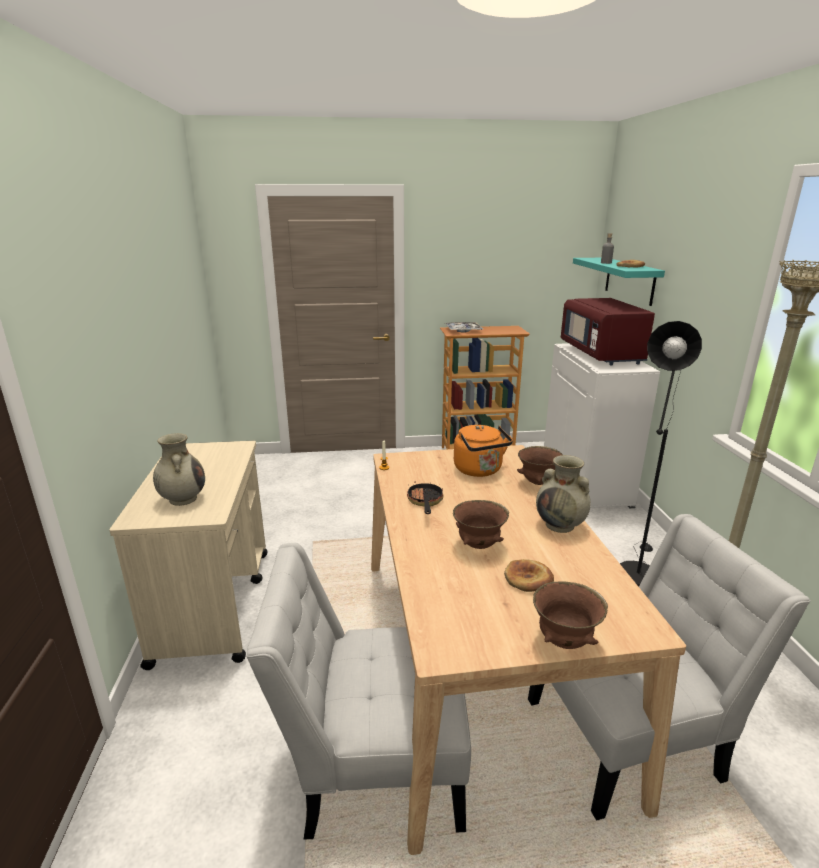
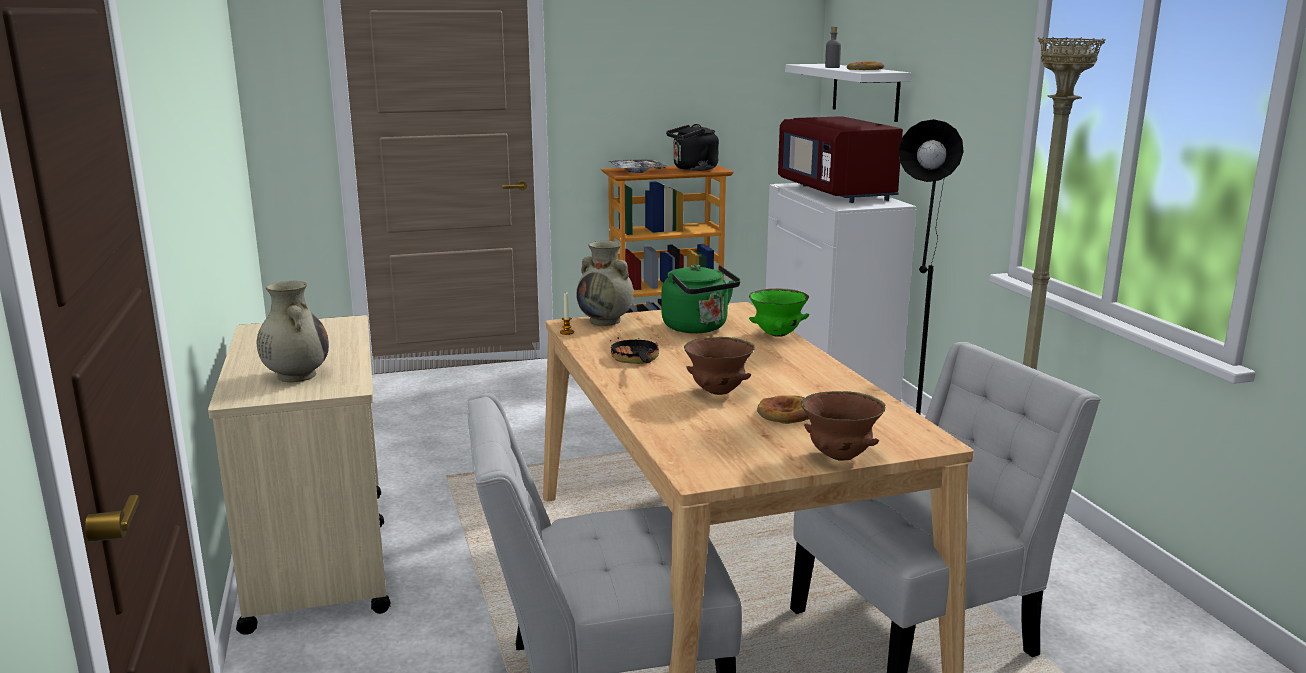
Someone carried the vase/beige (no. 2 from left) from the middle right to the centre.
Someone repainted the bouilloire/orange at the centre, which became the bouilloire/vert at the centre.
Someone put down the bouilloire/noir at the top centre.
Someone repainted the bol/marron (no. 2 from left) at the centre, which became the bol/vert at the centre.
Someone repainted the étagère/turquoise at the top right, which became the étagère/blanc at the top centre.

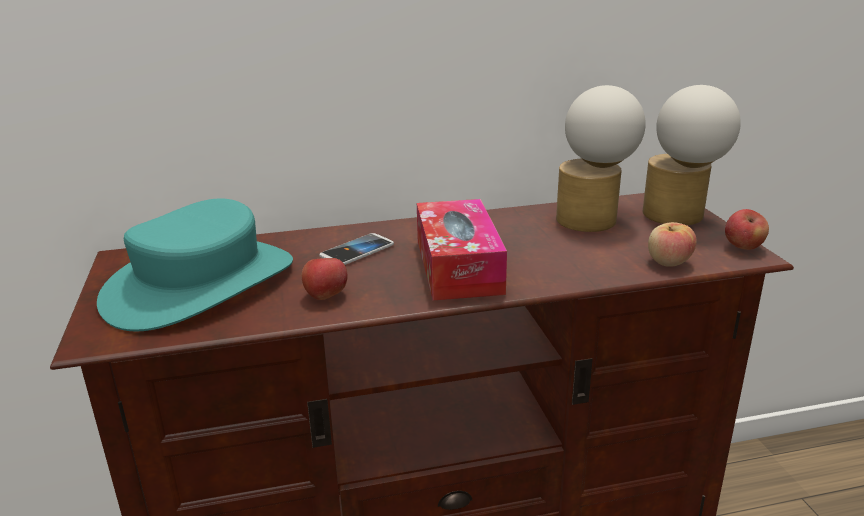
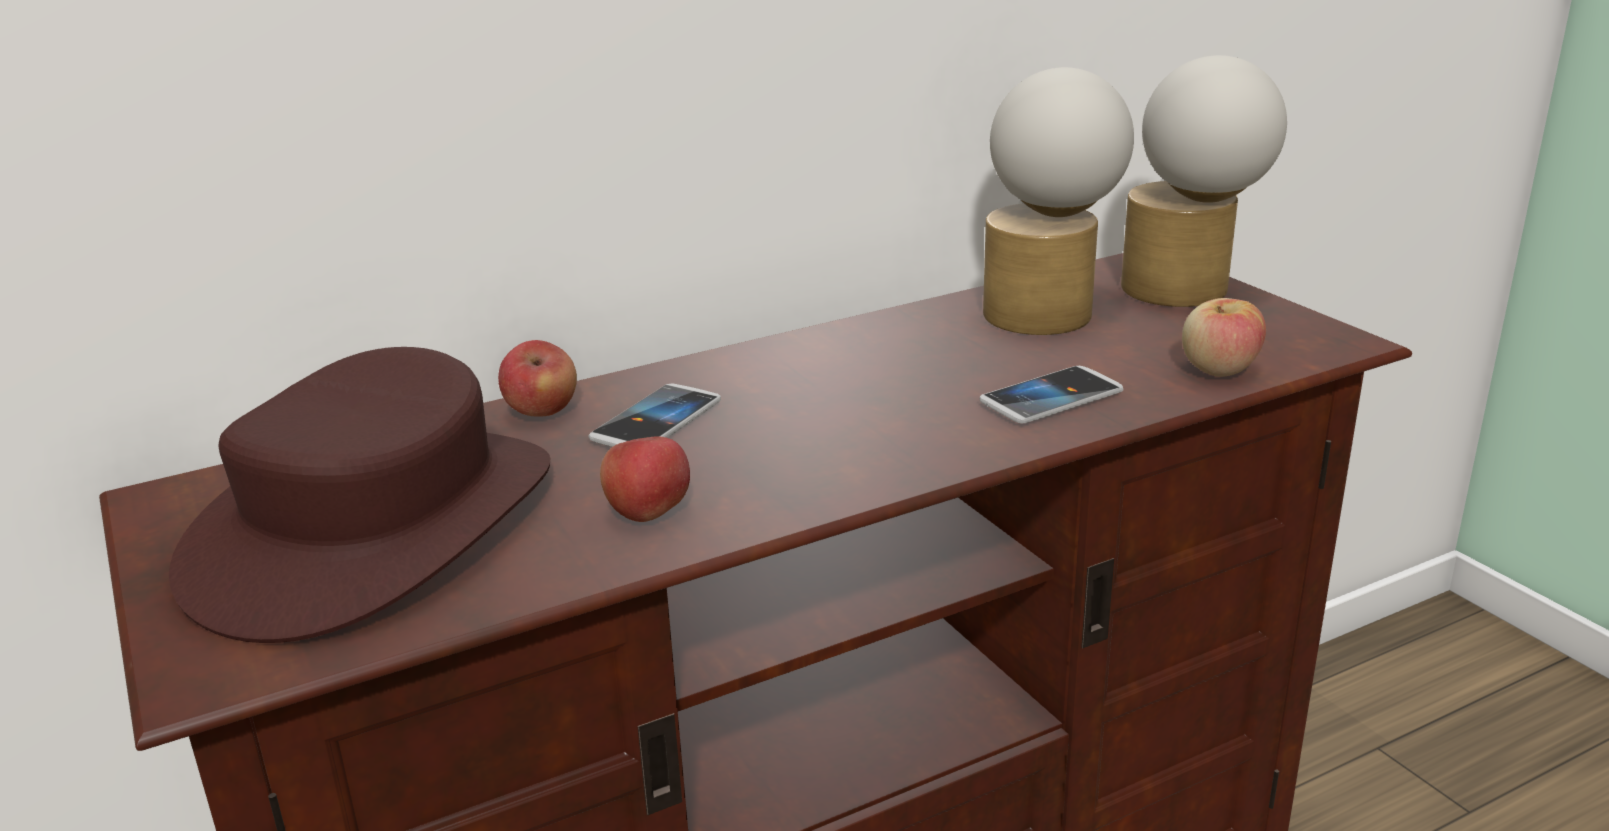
Someone repainted the chapeau/turquoise at the middle left, which became the chapeau/marron at the middle left.
Someone carried the pomme (no. 3 from left in the first image) from the middle right to the centre.
Someone put down the téléphone (no. 2 from left) at the centre.
Someone took away the boîte à mouchoirs at the centre.

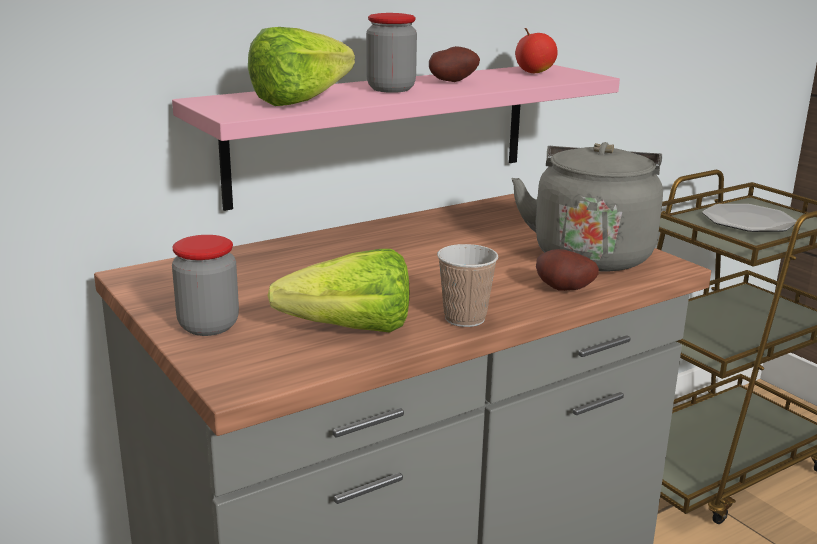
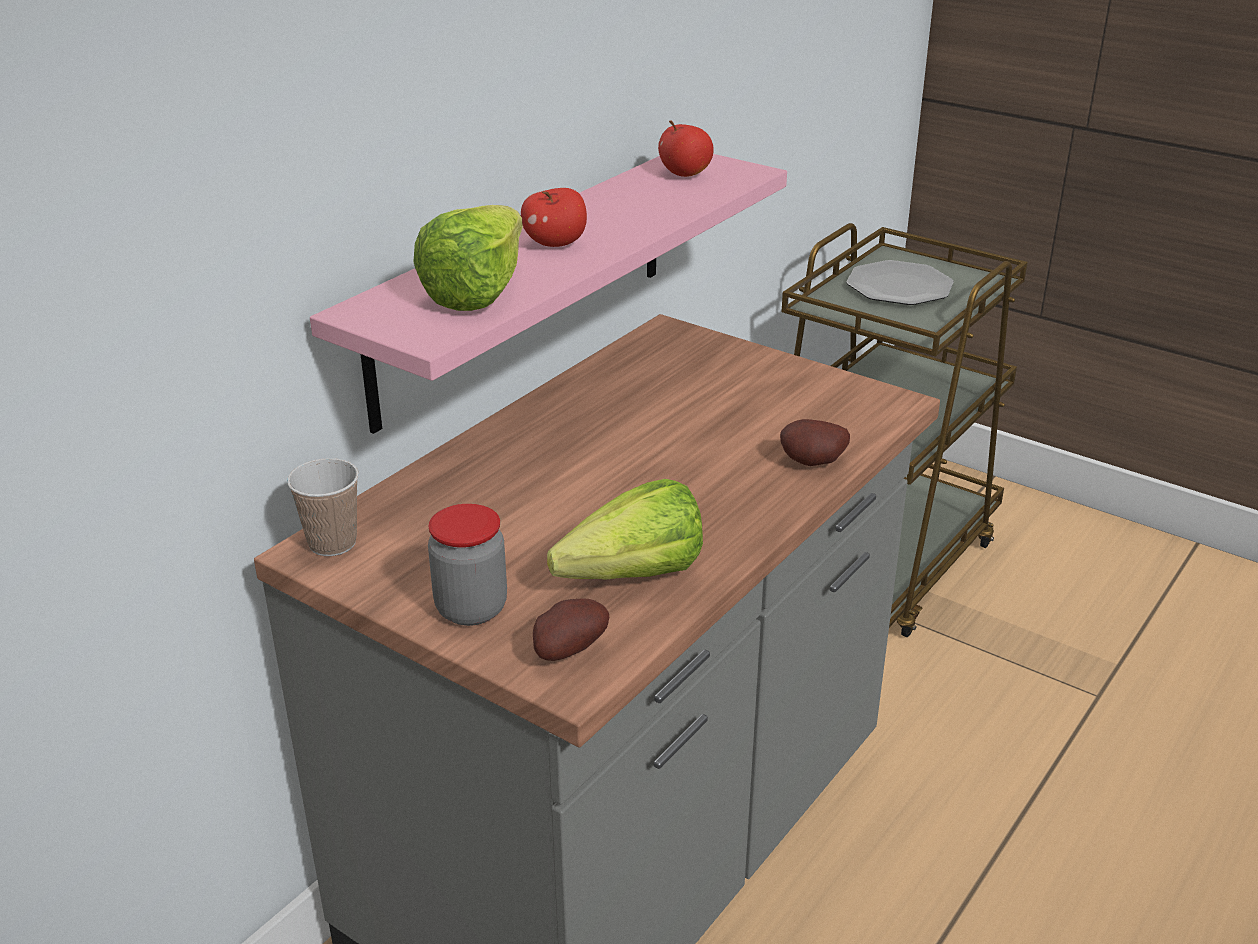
Someone carried the tasse from the centre to the middle left.
Someone swapped the bocal (no. 2 from left) at the top centre for the pomme (no. 1 from left) at the top centre.
Someone carried the pomme de terre (no. 1 from left) from the top centre to the centre.
Someone took away the bouilloire/gris at the middle right.

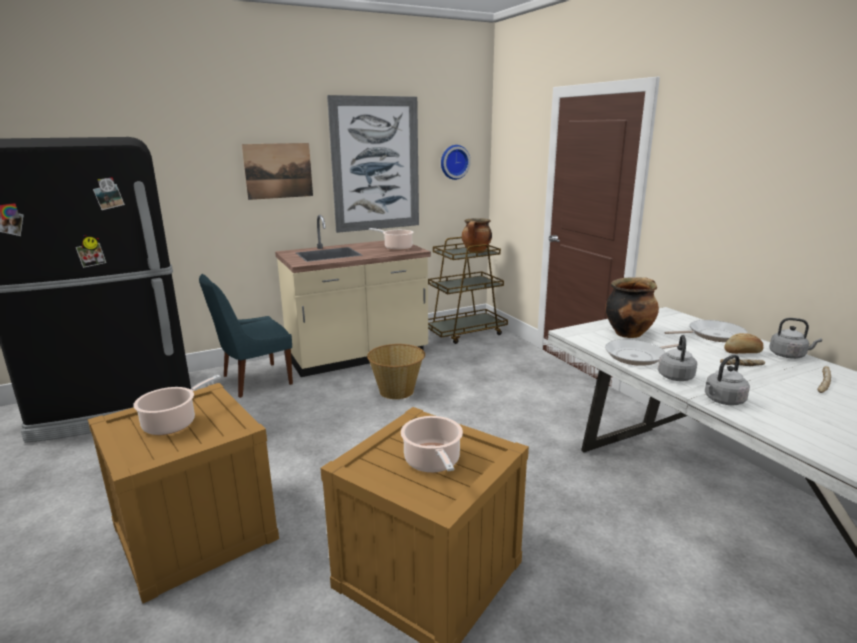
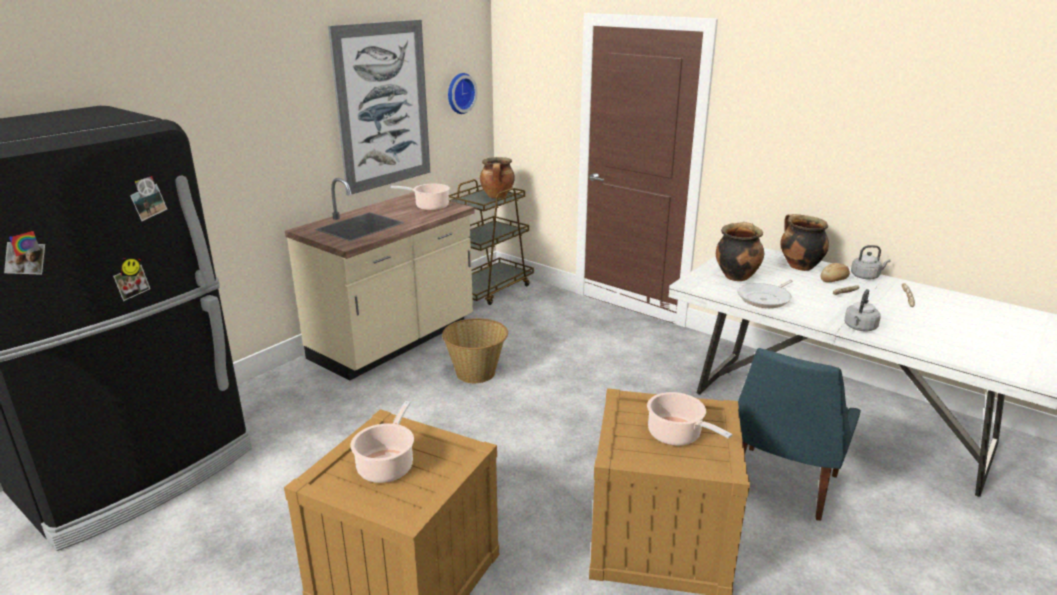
Someone carried the chaise/bleu from the middle left to the bottom right.
Someone swapped the poêle (no. 2 from left) at the middle right for the marmite (no. 6 from left) at the middle right.
Someone took away the tableau (no. 1 from left) at the top left.
Someone took away the bouilloire/gris (no. 1 from left) at the middle right.

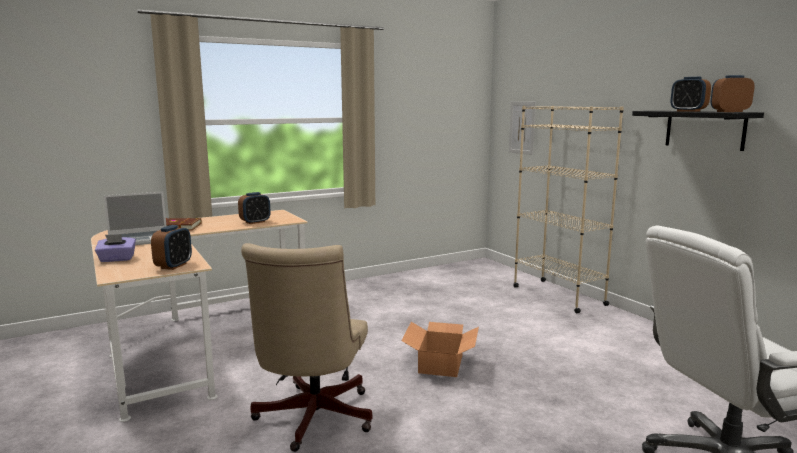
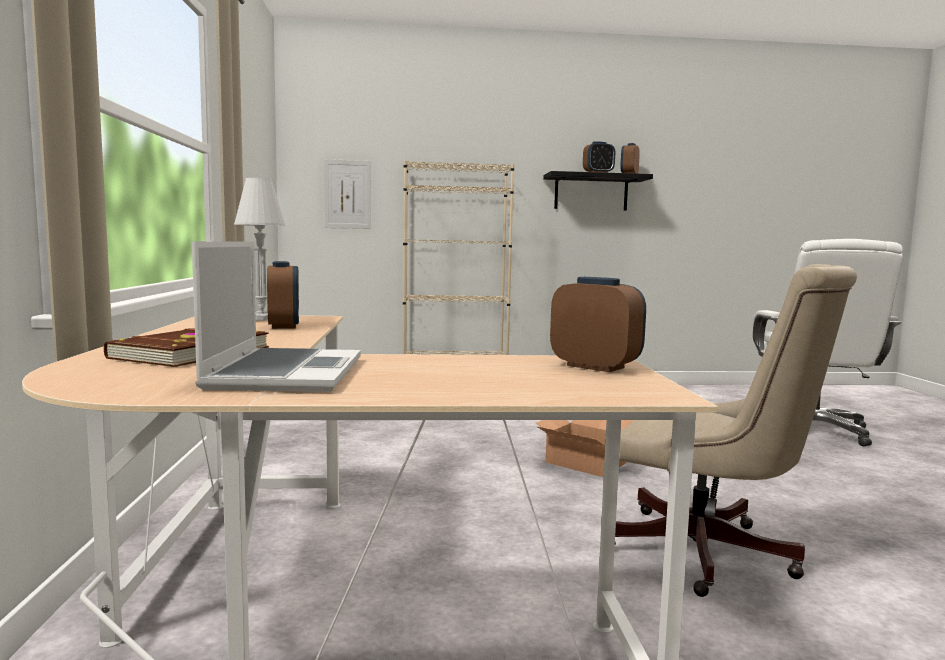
Someone put down the lampe de table/blanc at the middle left.
Someone took away the boîte à mouchoirs/violet at the middle left.

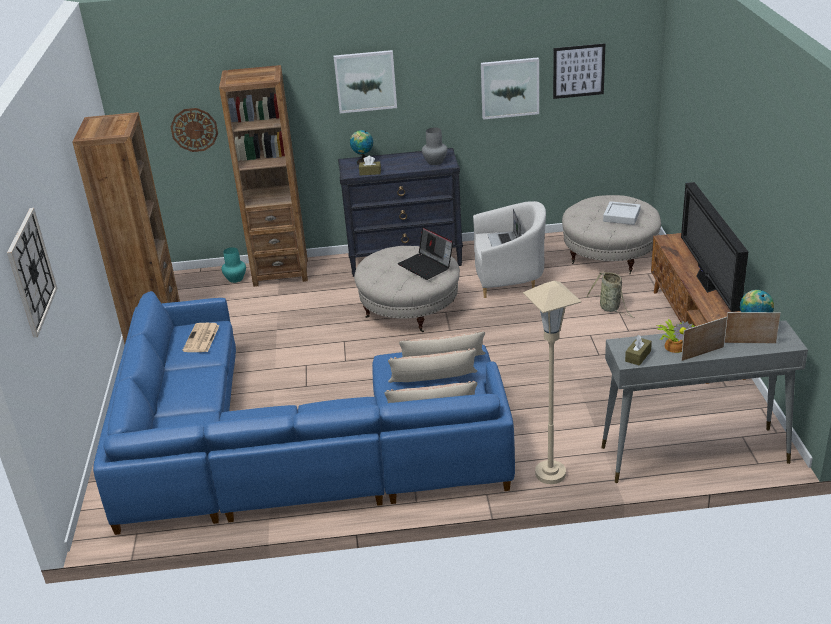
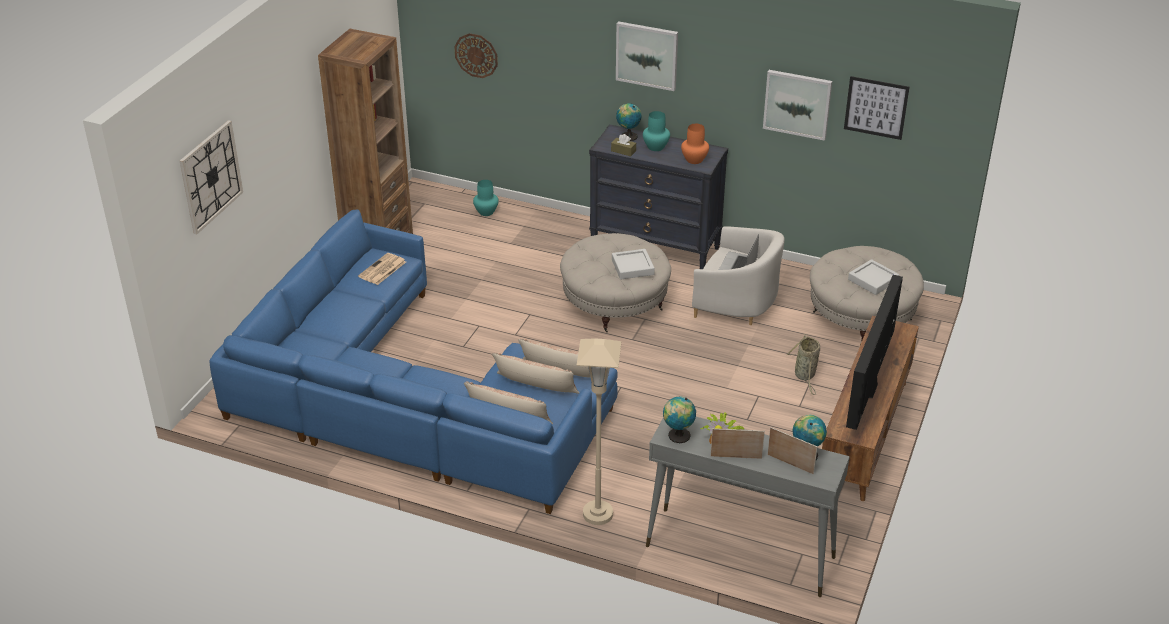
Someone swapped the ordinateur portable (no. 1 from left) at the centre for the plateau/gris (no. 1 from left) at the centre.
Someone put down the vase/turquoise (no. 2 from left) at the top centre.
Someone swapped the boîte à mouchoirs/marron (no. 2 from left) at the middle right for the globe (no. 2 from left) at the bottom centre.
Someone repainted the vase/gris at the top centre, which became the vase/orange at the top centre.
Someone took away the bibliothèque/marron (no. 2 from left) at the top left.

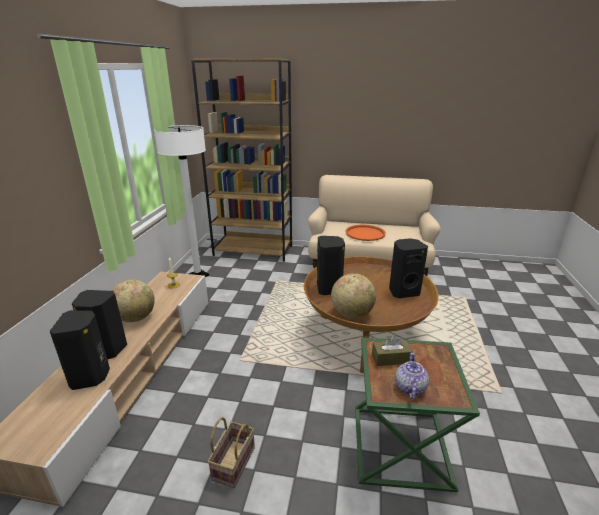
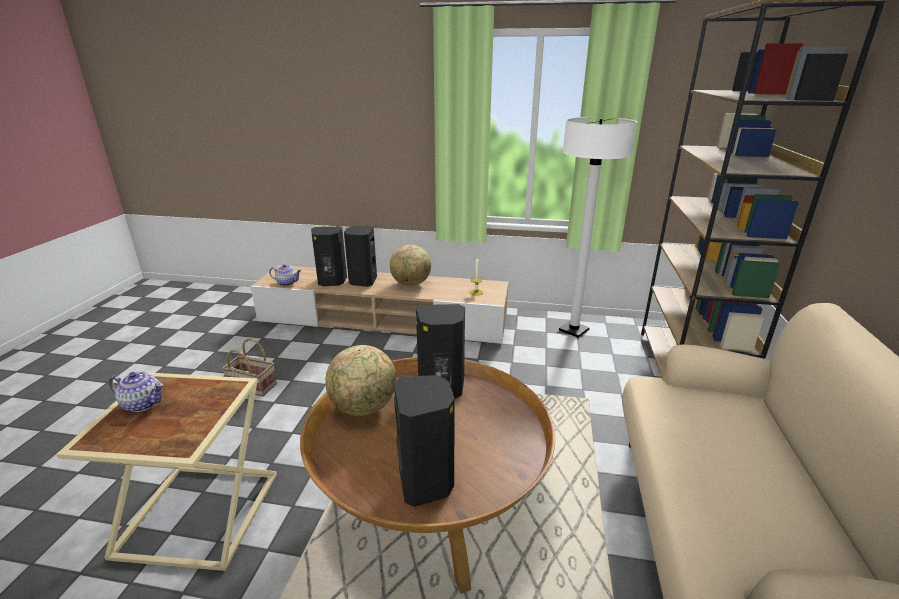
Someone repainted the table d'appoint/vert at the bottom right, which became the table d'appoint/beige at the bottom left.
Someone put down the théière (no. 2 from left) at the middle left.
Someone took away the plateau/orange at the centre.
Someone took away the boîte à mouchoirs/marron at the bottom centre.

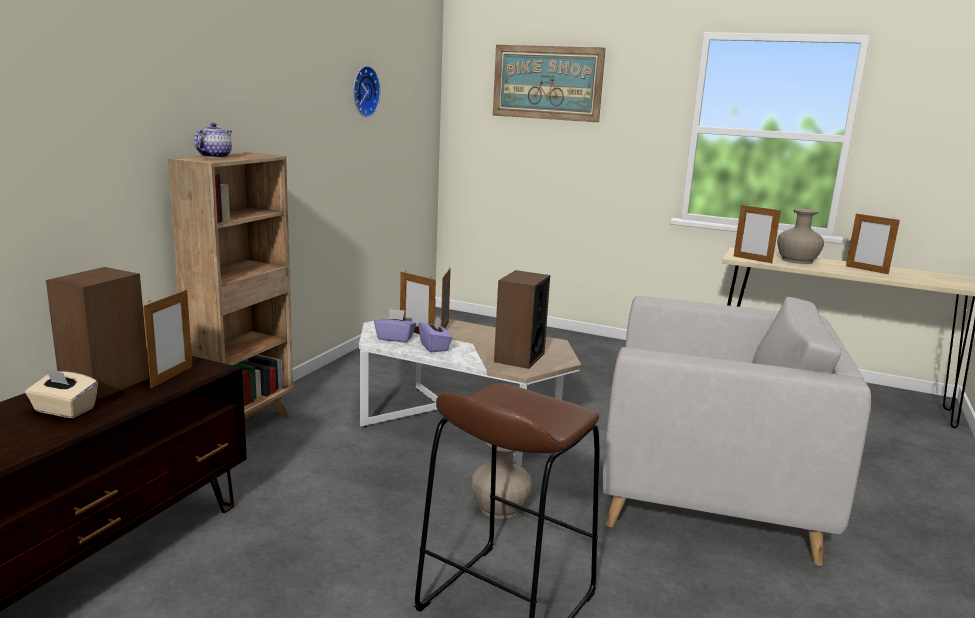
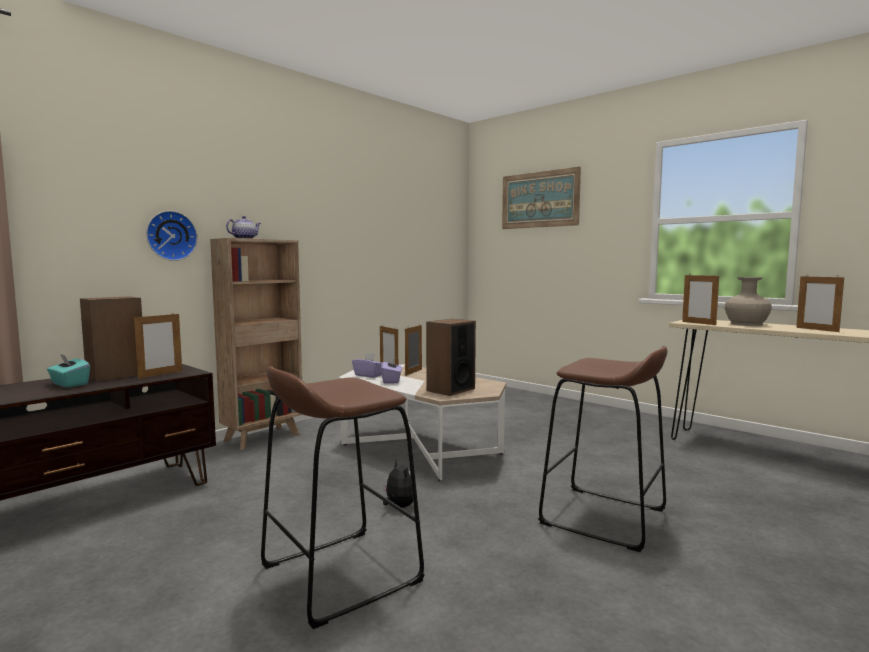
Someone repainted the boîte à mouchoirs/beige at the middle left, which became the boîte à mouchoirs/turquoise at the middle left.
Someone carried the horloge murale from the top centre to the middle left.
Someone swapped the vase/beige (no. 1 from left) at the bottom centre for the peluche at the bottom centre.
Someone swapped the fauteuil/gris at the bottom right for the tabouret/marron (no. 2 from left) at the bottom right.

